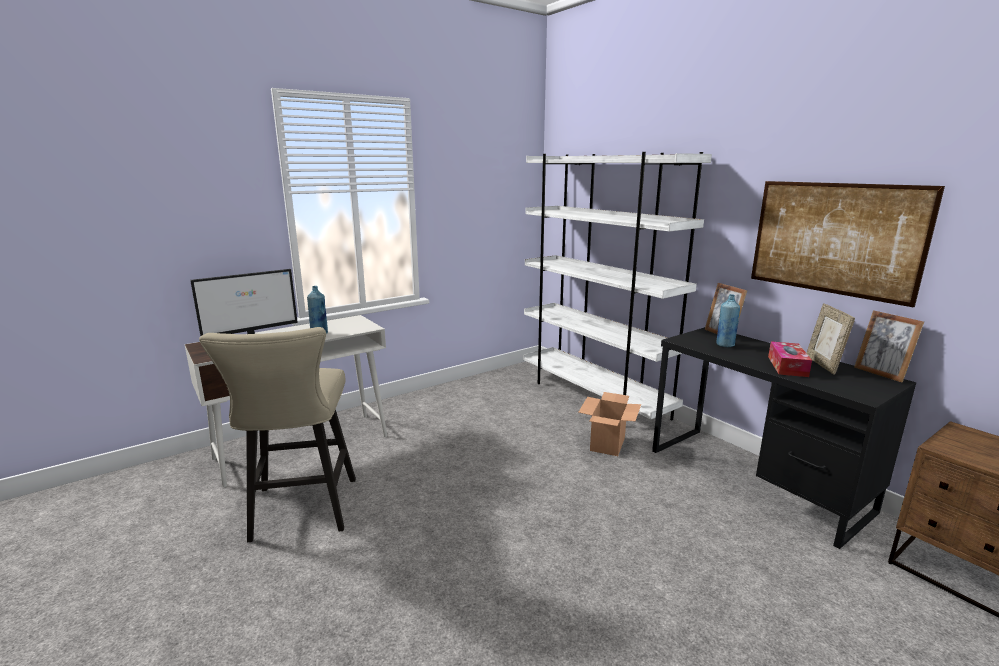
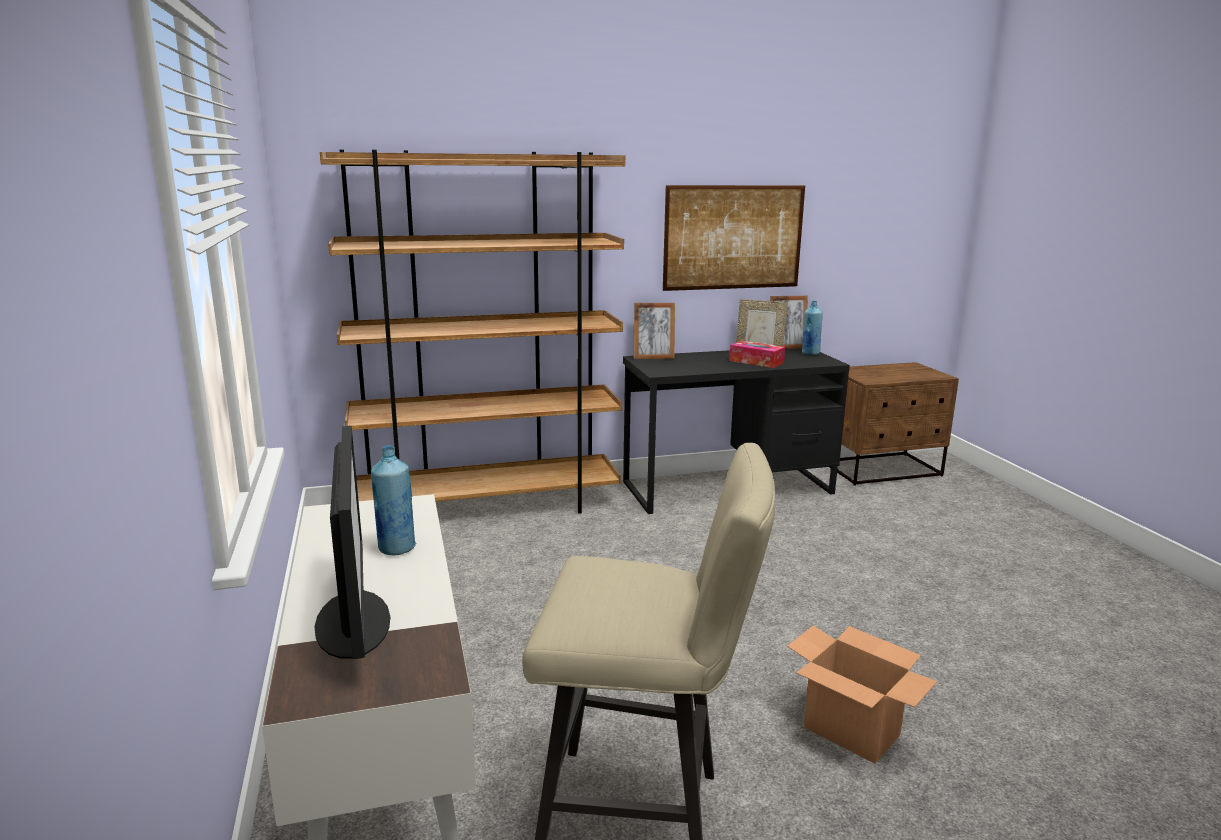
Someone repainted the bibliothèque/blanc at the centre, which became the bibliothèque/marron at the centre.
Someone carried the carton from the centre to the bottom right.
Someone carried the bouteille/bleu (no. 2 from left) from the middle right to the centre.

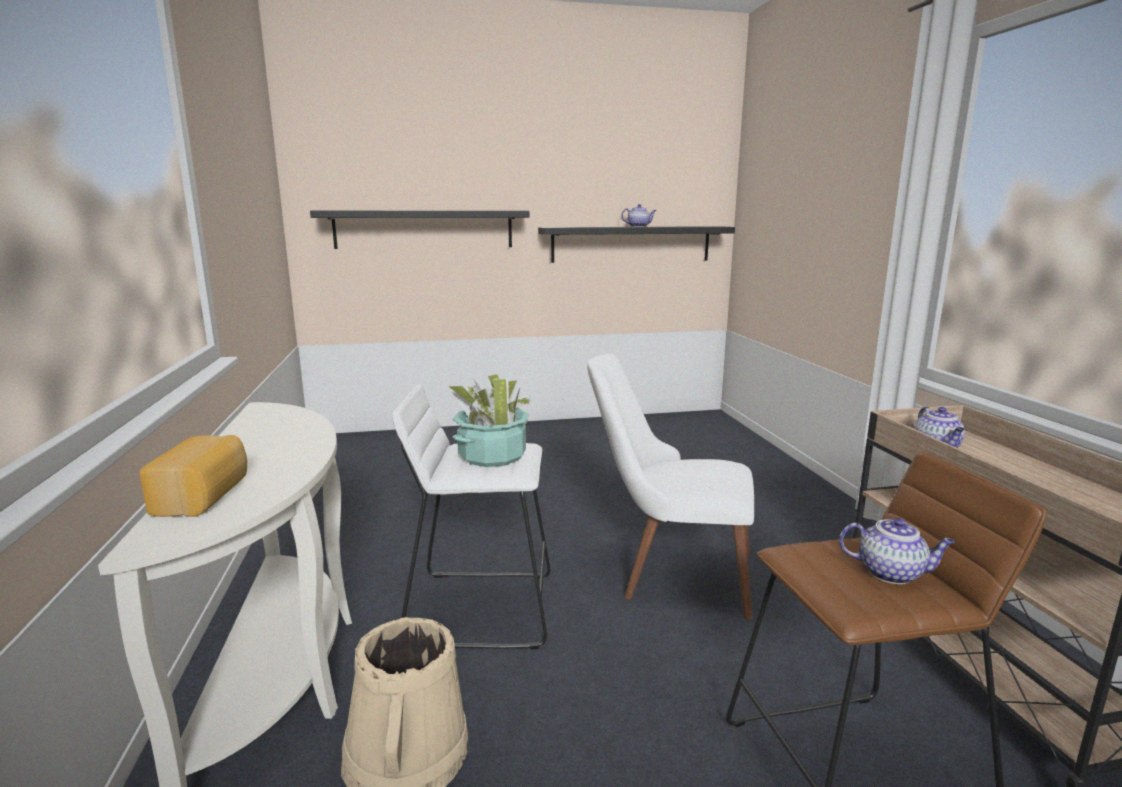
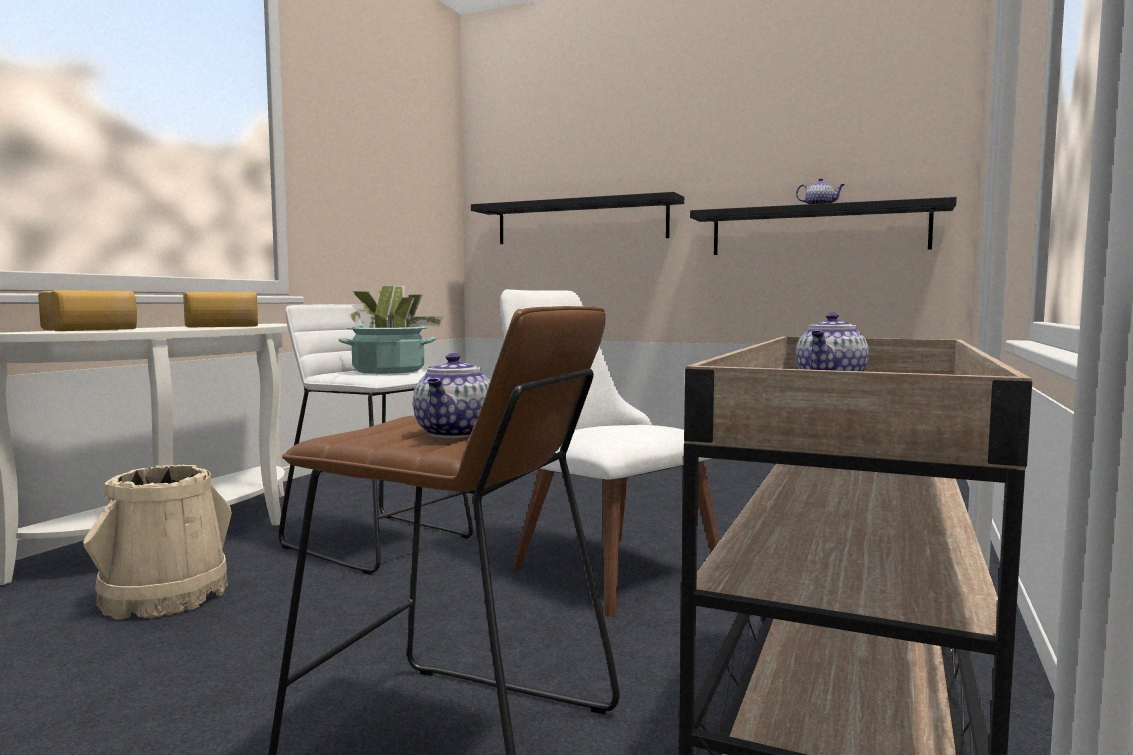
Someone put down the pain (no. 2 from left) at the middle left.
Someone rotated the théière (no. 2 from left in the first image) at the bottom right by 45 degrees clockwise.

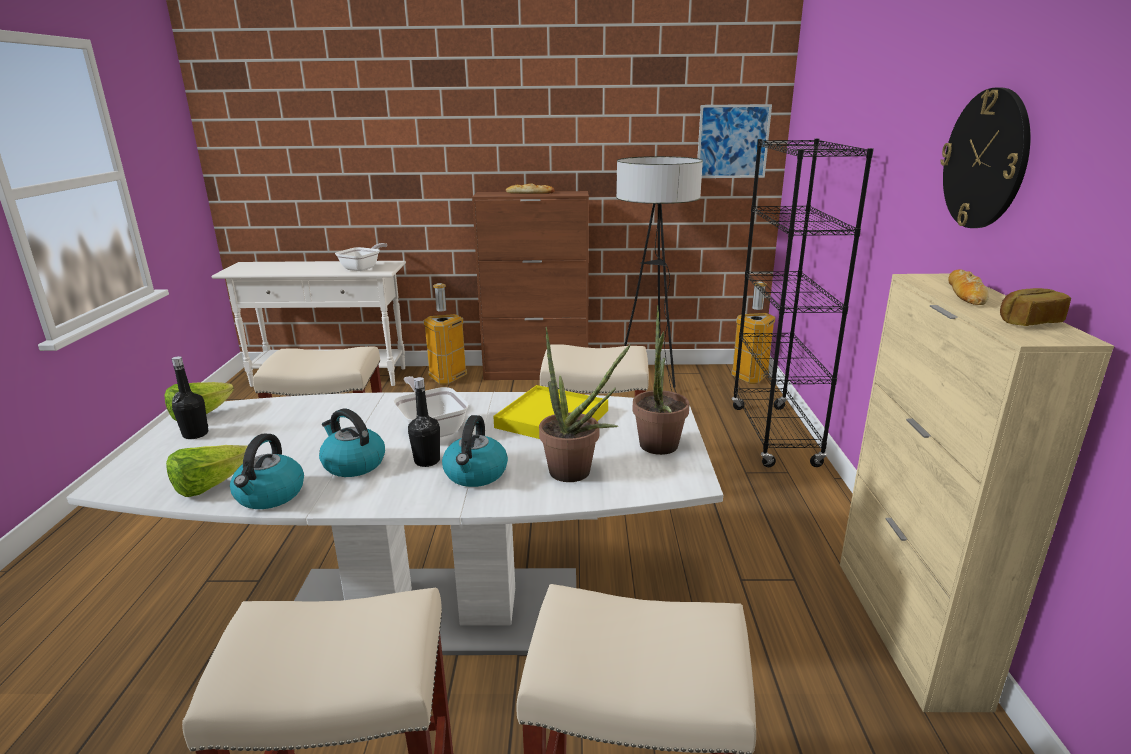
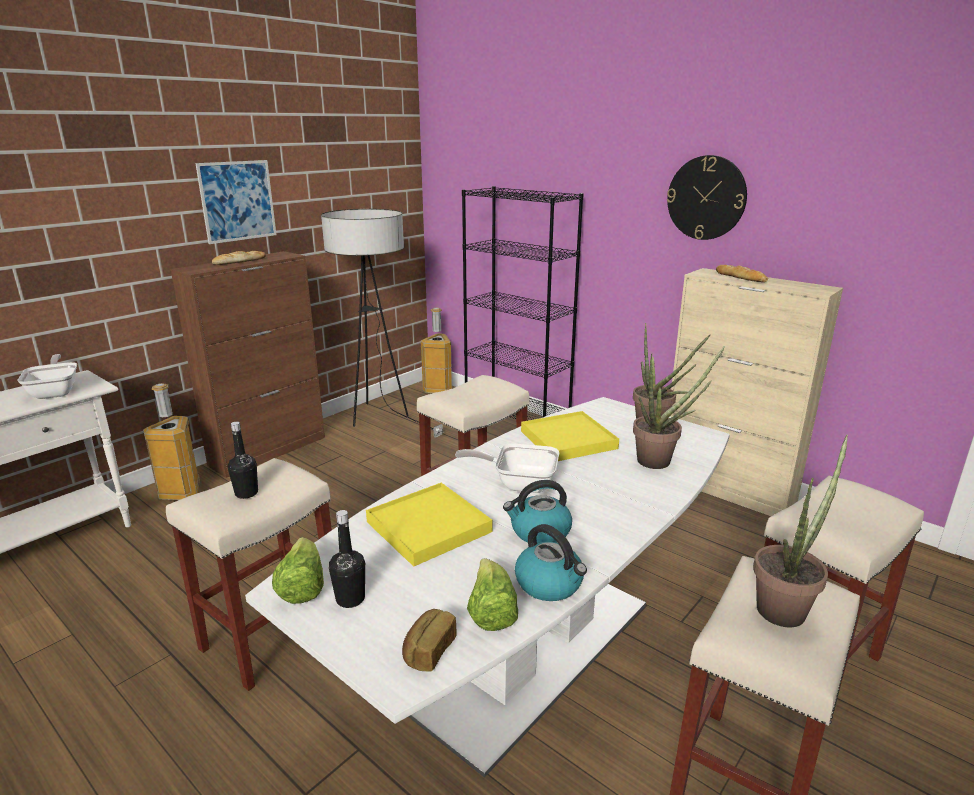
Someone carried the tableau from the top centre to the top left.
Someone carried the bouteille/noir (no. 2 from left in the first image) from the centre to the middle left.
Someone put down the plateau/jaune (no. 1 from left) at the centre.
Someone carried the pain (no. 3 from left in the first image) from the middle right to the bottom centre.
Someone put down the plante en pot (no. 3 from left) at the bottom right.
Someone took away the bouilloire (no. 3 from left) at the centre.

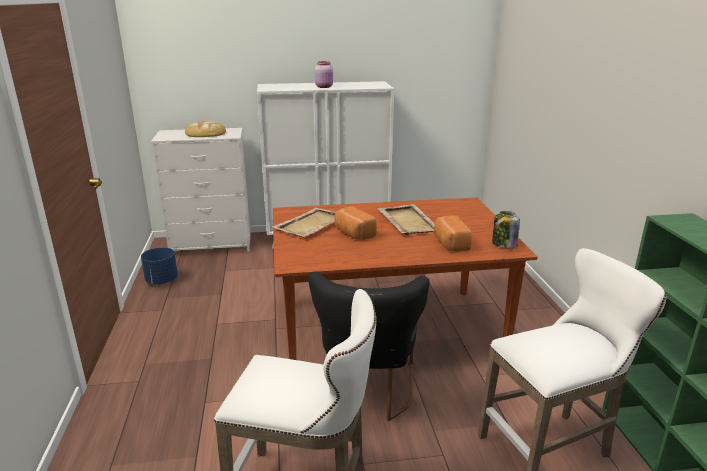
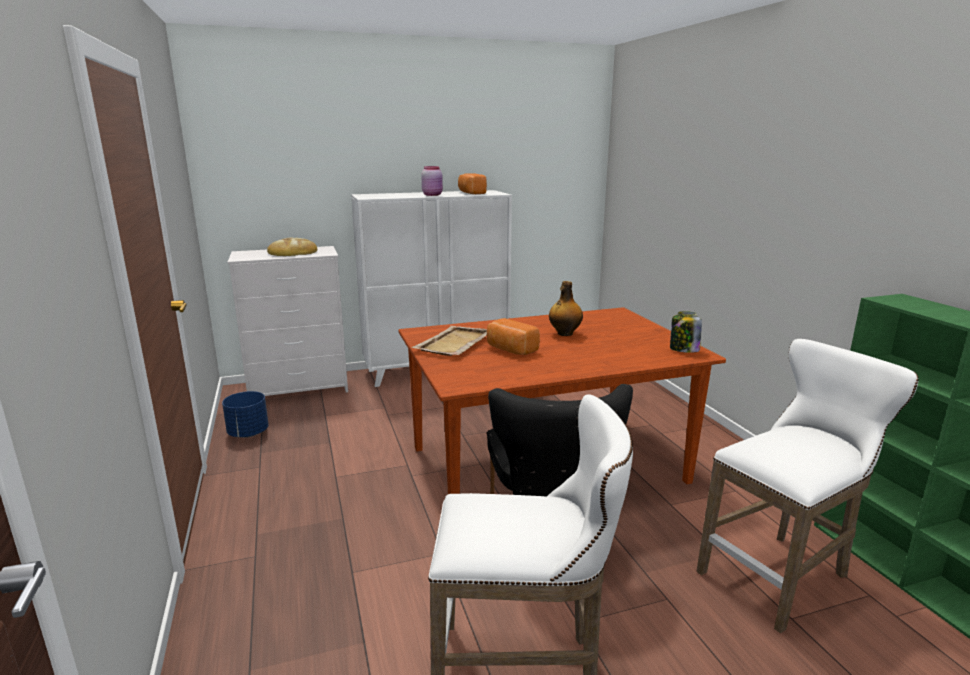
Someone carried the pain (no. 3 from left in the first image) from the centre to the top centre.
Someone swapped the plateau/beige (no. 2 from left) at the centre for the bouteille at the centre.

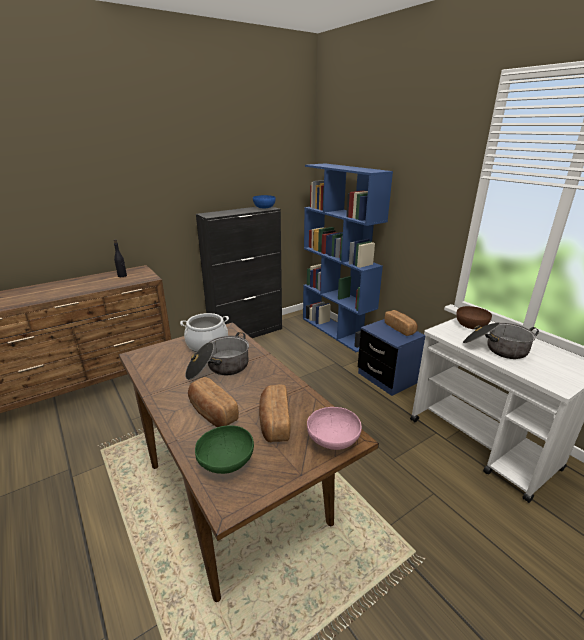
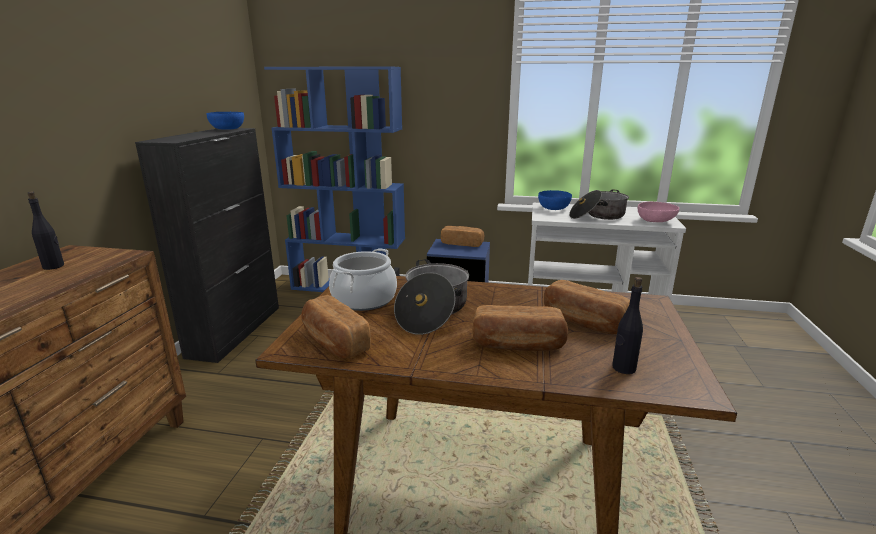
Someone put down the pain (no. 1 from left) at the centre.
Someone repainted the bol/marron at the middle right, which became the bol/bleu (no. 2 from left) at the centre.
Someone swapped the bol/vert at the bottom centre for the bouteille/noir (no. 2 from left) at the middle right.
Someone carried the bol/rose from the bottom centre to the middle right.

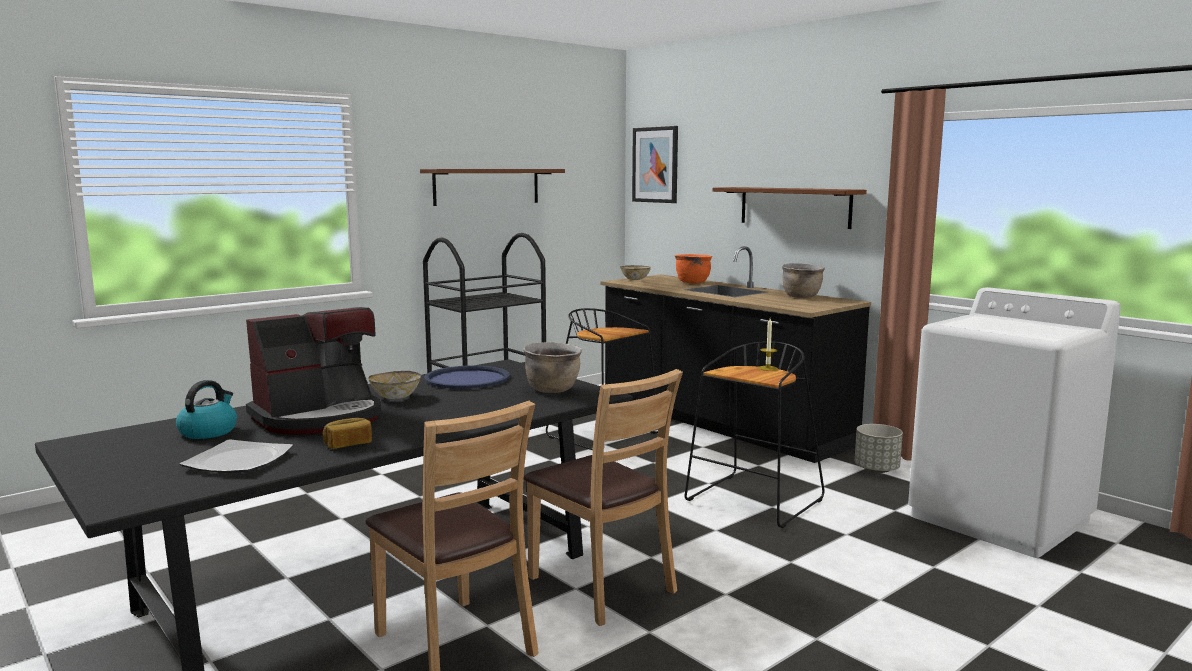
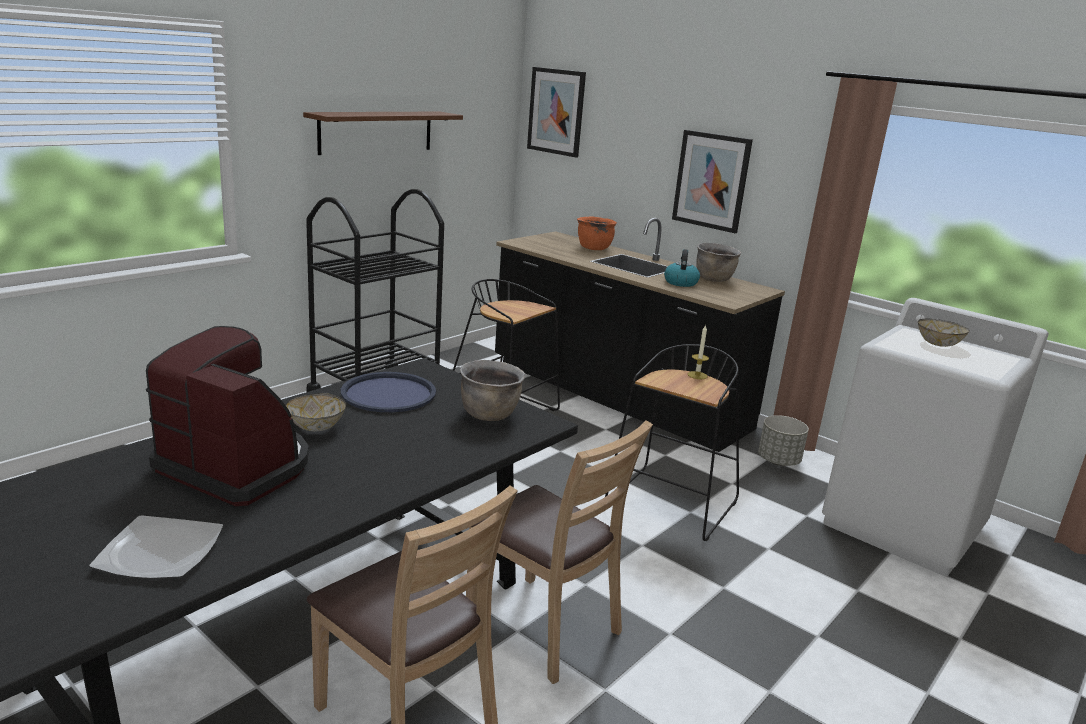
Someone rotated the machine à café at the middle left by 105 degrees counterclockwise.
Someone carried the bouilloire from the middle left to the centre.
Someone swapped the étagère/marron (no. 2 from left) at the top centre for the tableau (no. 2 from left) at the top centre.
Someone carried the bol (no. 2 from left) from the centre to the middle right.
Someone took away the pain at the middle left.

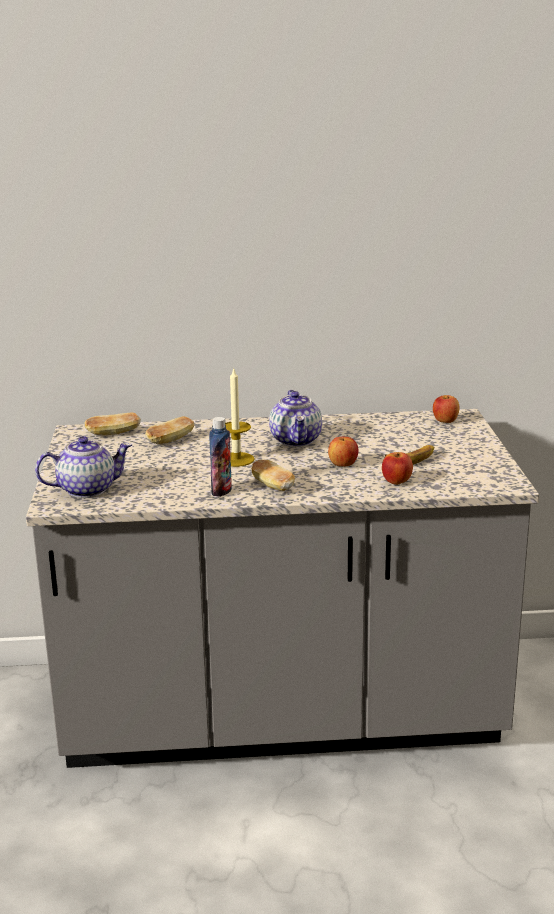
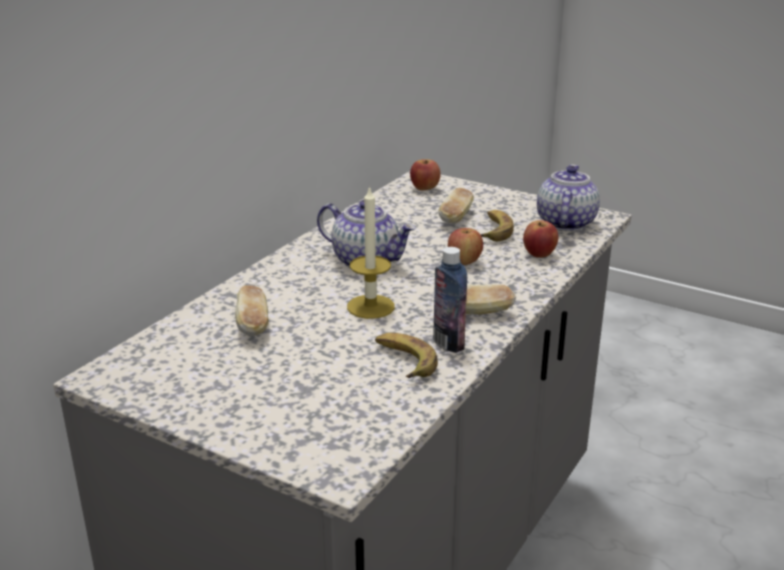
Someone put down the banane (no. 1 from left) at the centre.
Someone carried the pain (no. 1 from left in the first image) from the middle left to the centre.
Someone carried the théière (no. 1 from left in the first image) from the middle left to the middle right.

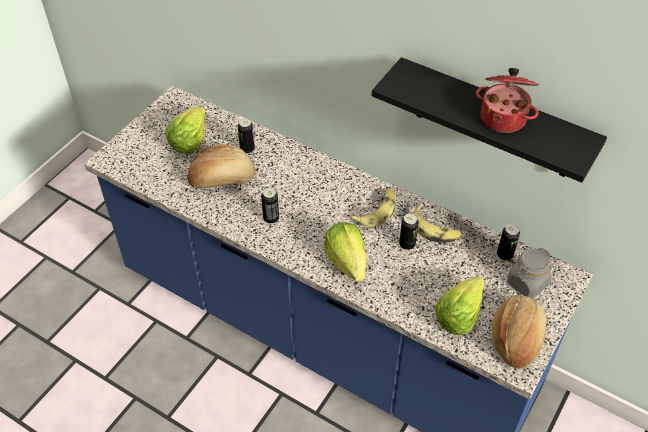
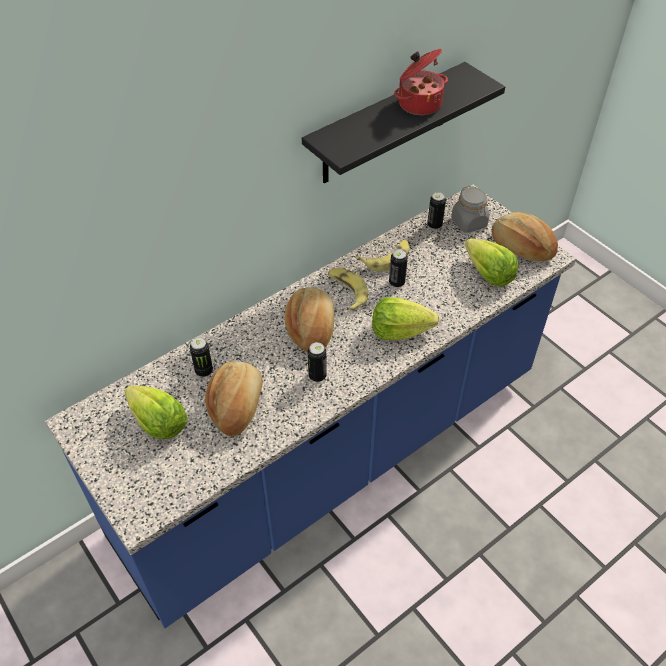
Someone put down the pain (no. 2 from left) at the centre.

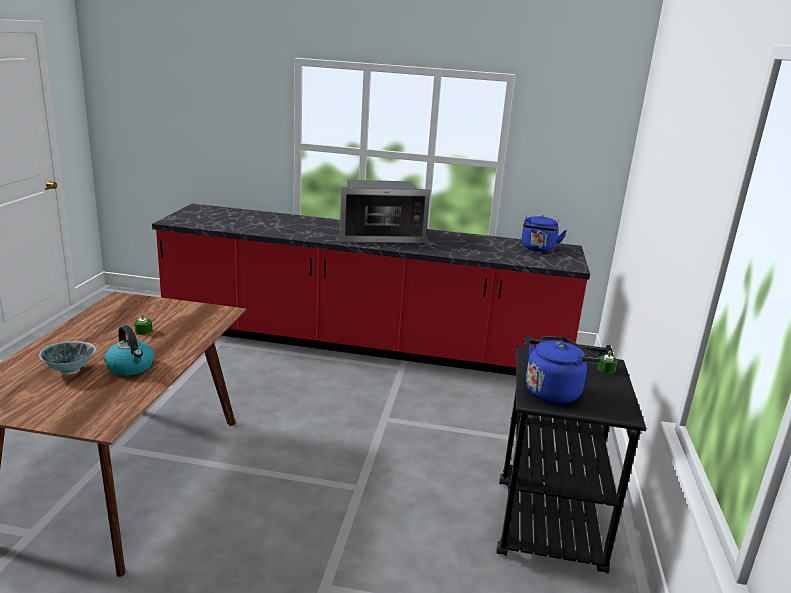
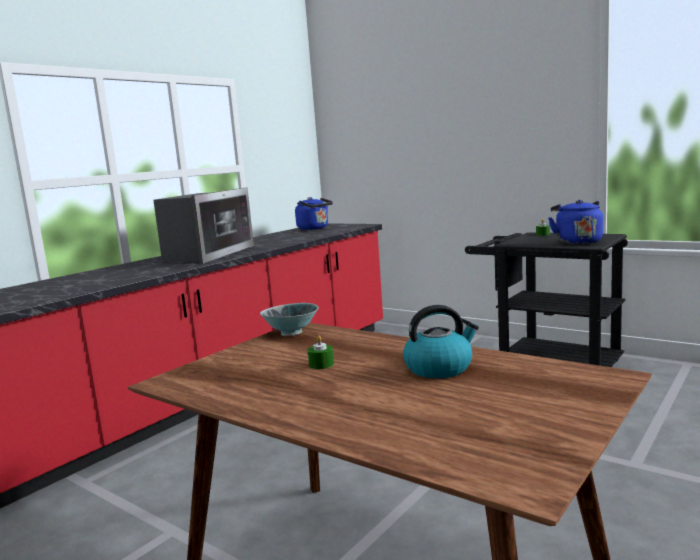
Someone carried the bol from the middle left to the centre.

